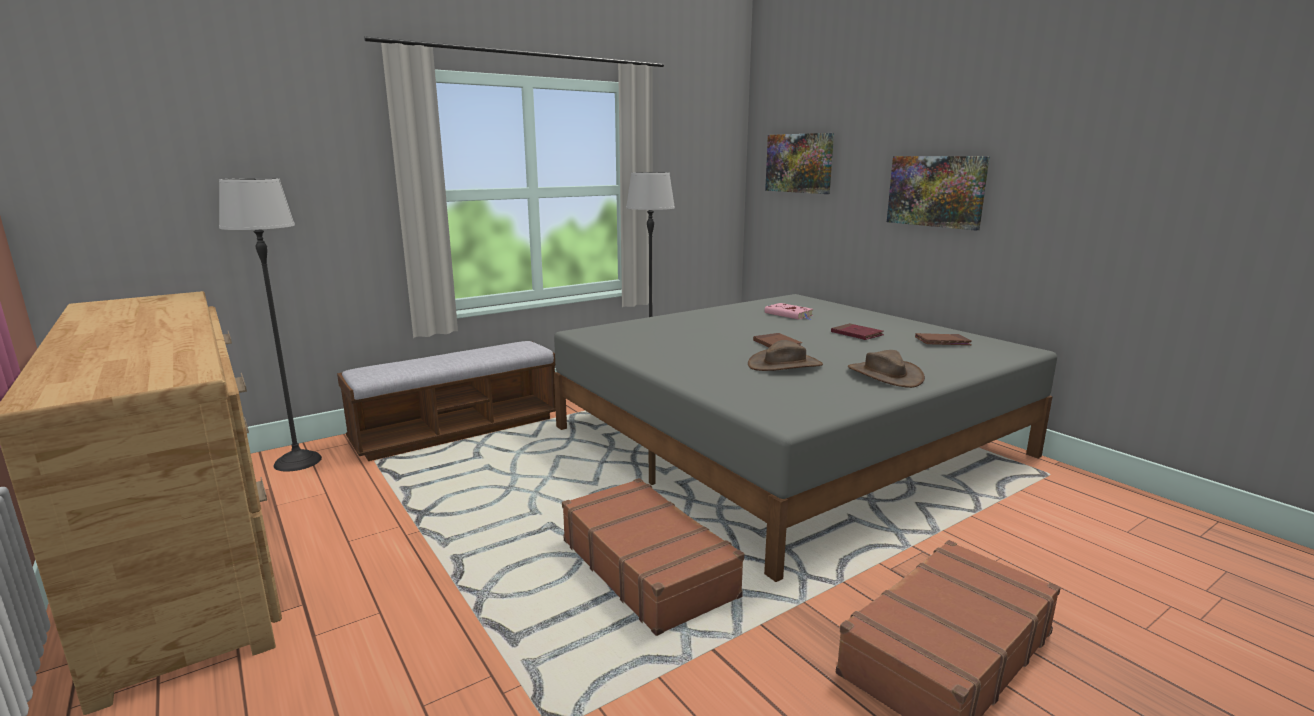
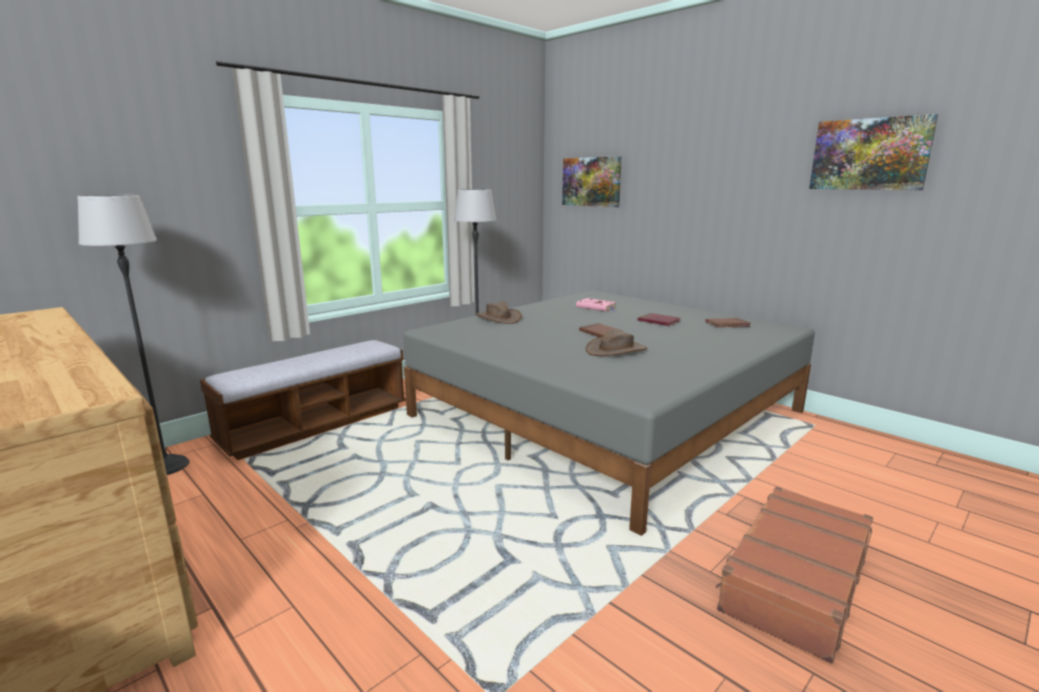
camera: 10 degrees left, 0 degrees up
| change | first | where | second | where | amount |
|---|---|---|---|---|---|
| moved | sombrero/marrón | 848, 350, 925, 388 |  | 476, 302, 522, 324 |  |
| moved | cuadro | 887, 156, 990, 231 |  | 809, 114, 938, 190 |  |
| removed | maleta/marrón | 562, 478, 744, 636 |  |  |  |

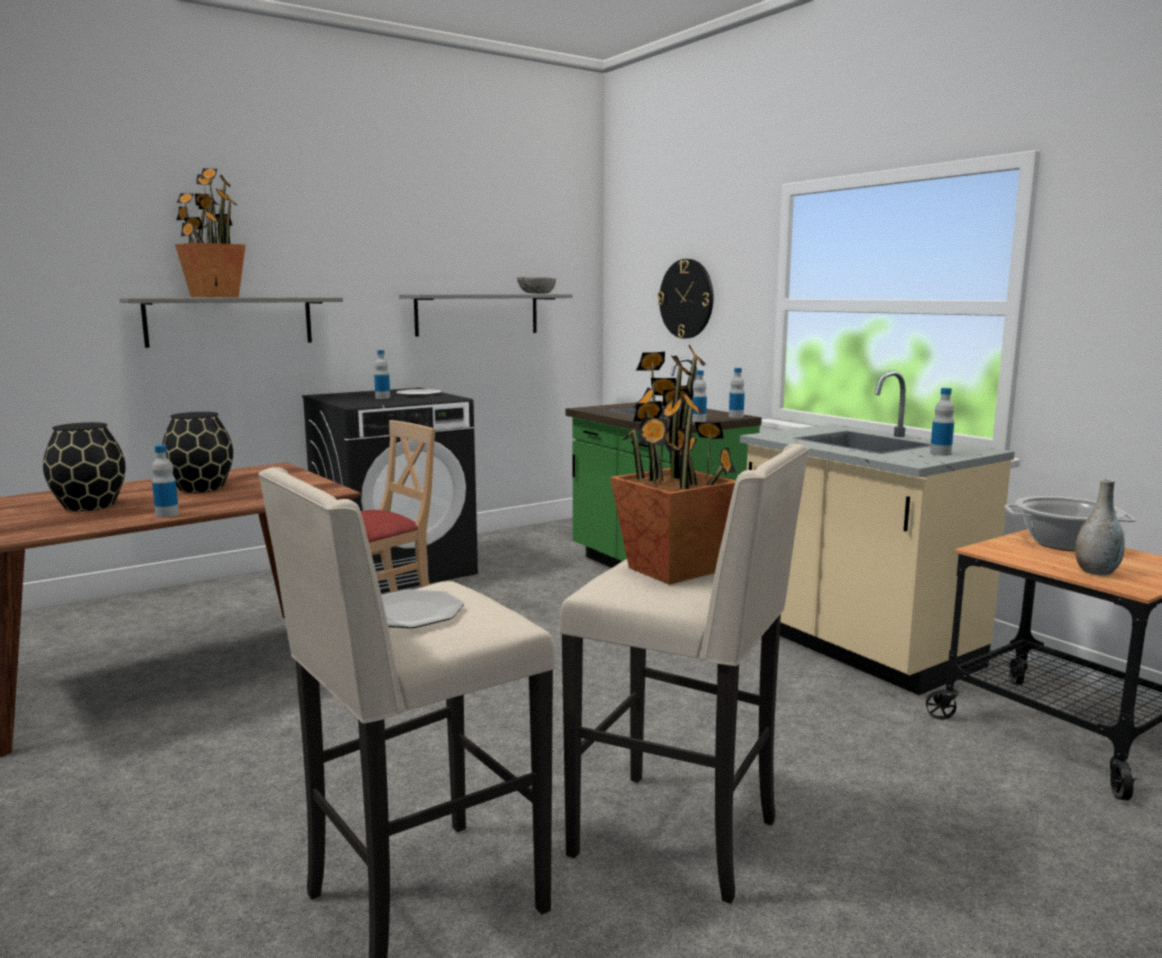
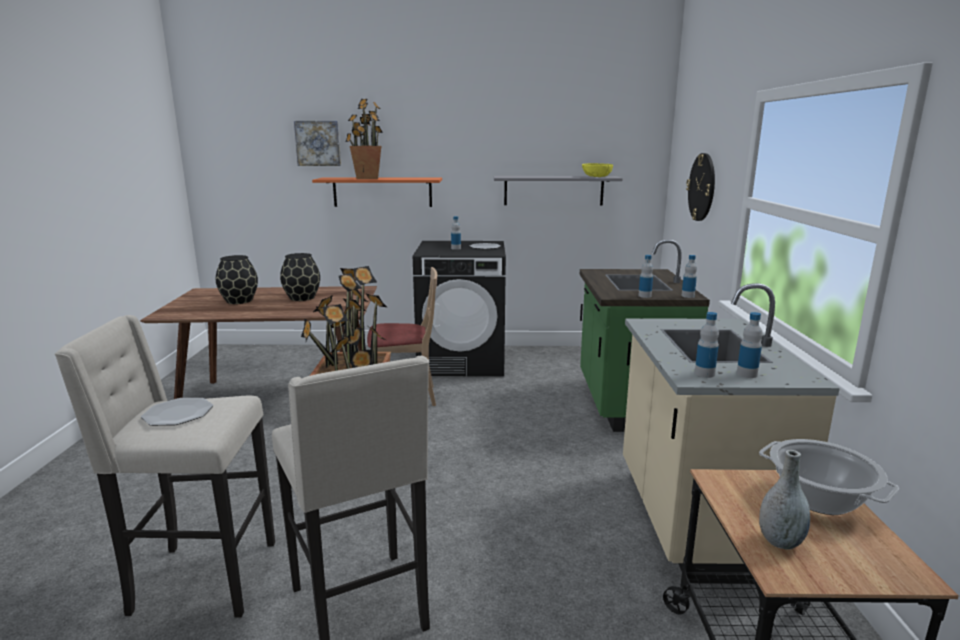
camera: 35 degrees right, 5 degrees up
| change | first | where | second | where | amount |
|---|---|---|---|---|---|
| added |  |  | cuadro | 294, 121, 341, 166 |  |
| recoloured | estante/gris | 119, 297, 343, 348 | estante/naranja | 312, 177, 442, 207 |  |
| recoloured | cuenco/gris | 517, 277, 556, 294 | cuenco/amarillo | 582, 163, 613, 177 |  |
| moved | botella | 152, 445, 179, 518 |  | 695, 312, 719, 378 |  |

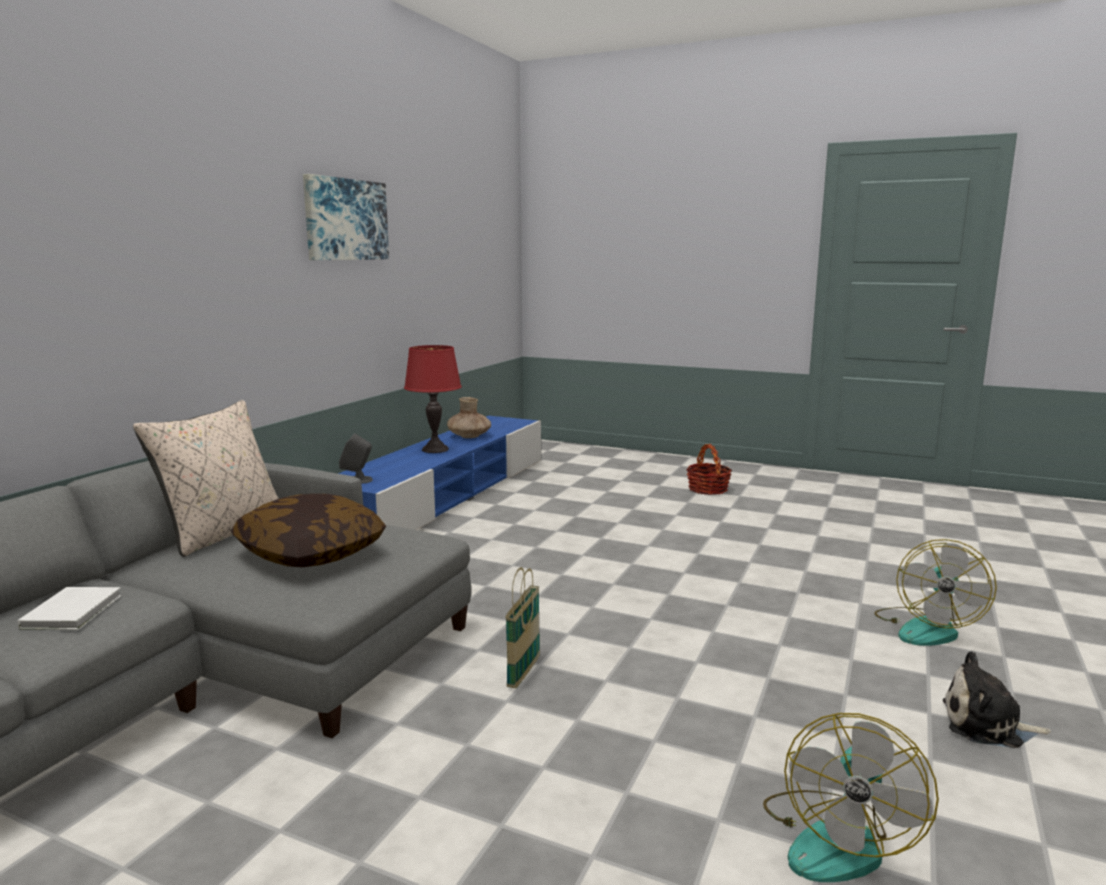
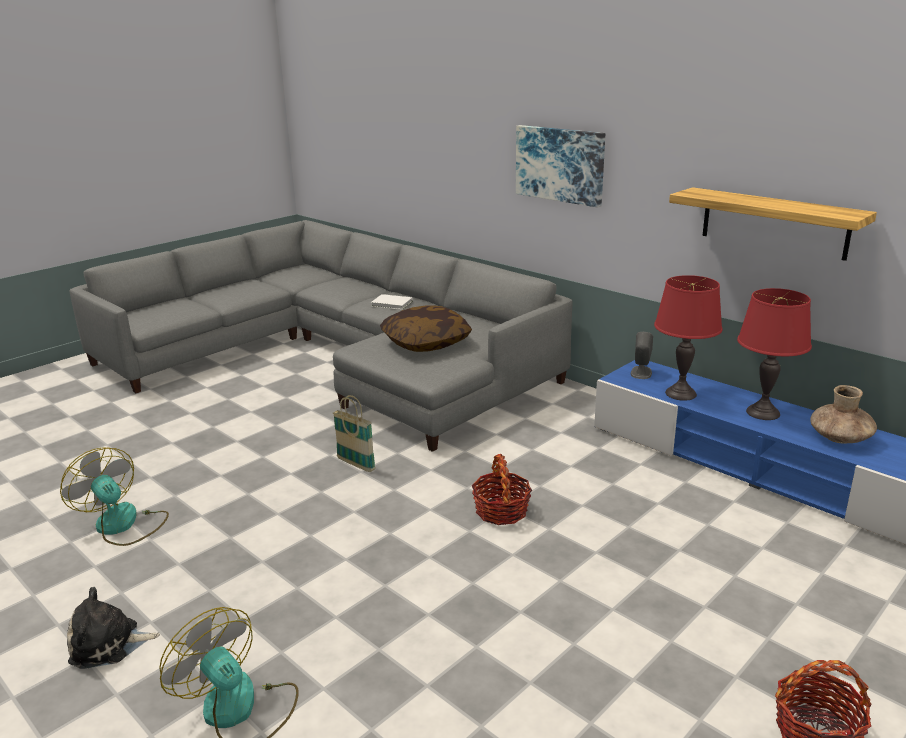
camera: 110 degrees right, 10 degrees up
| change | first | where | second | where | amount |
|---|---|---|---|---|---|
| turned | peluche | 943, 652, 1051, 748 |  | 67, 587, 160, 669 | 135 degrees counterclockwise |
| added |  |  | cesta | 472, 454, 532, 525 |  |
| moved | cuadro | 303, 174, 389, 260 |  | 516, 125, 605, 208 |  |
| added |  |  | lámpara de mesa/rojo | 654, 275, 723, 401 |  |
| added |  |  | estante | 669, 187, 877, 261 |  |
| removed | cojín/beis | 133, 400, 279, 557 |  |  |  |

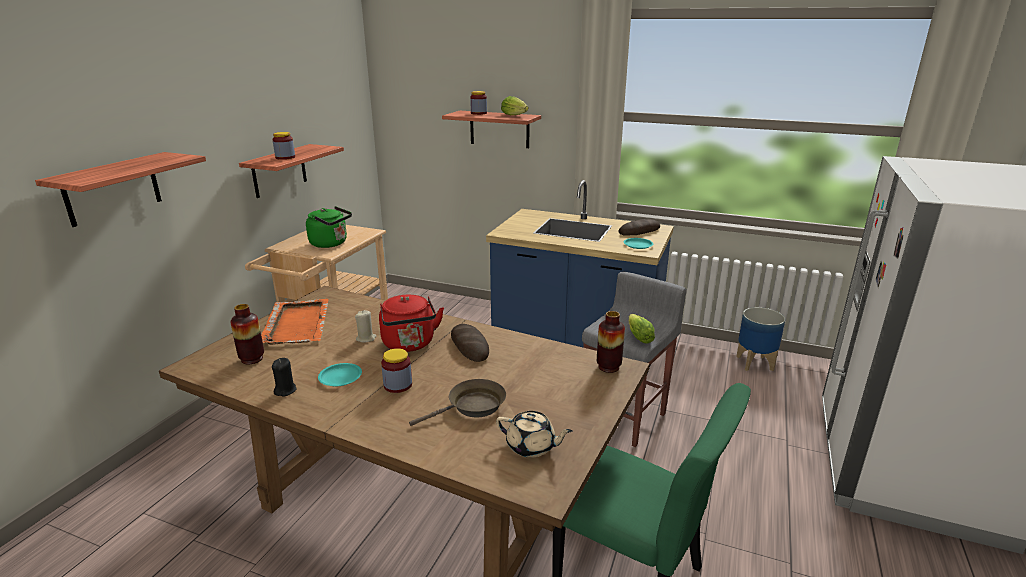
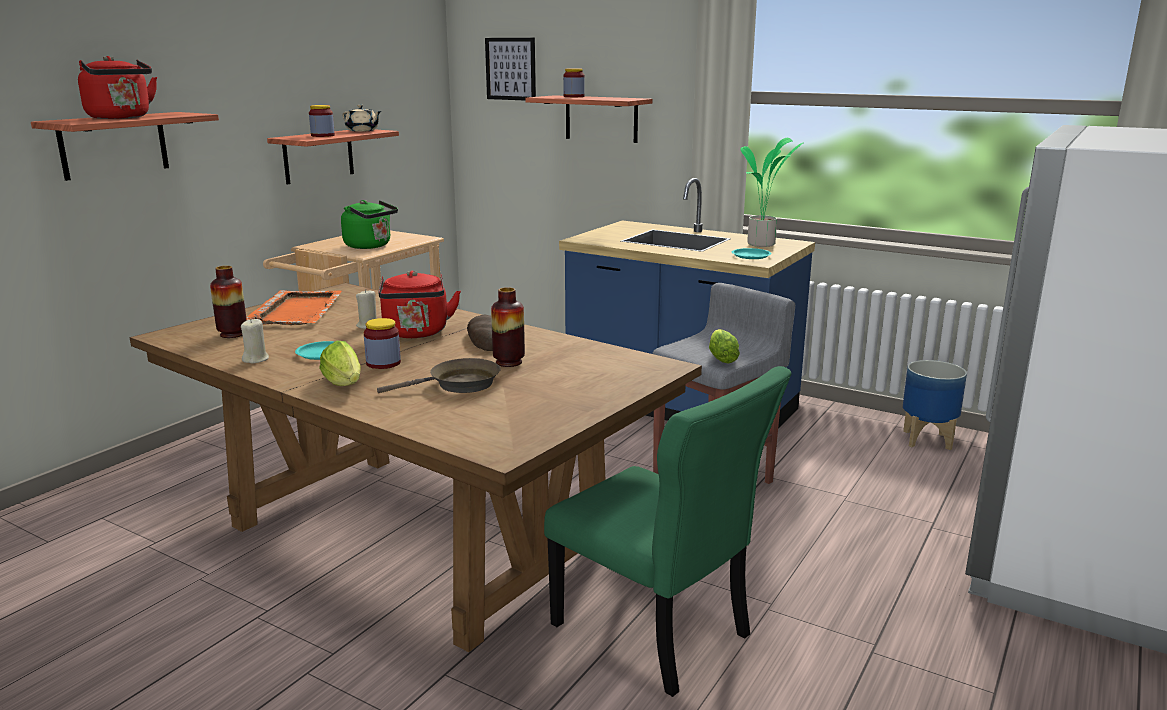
camera: 10 degrees right, 5 degrees down
| change | first | where | second | where | amount |
|---|---|---|---|---|---|
| added |  |  | hervidor/rojo | 78, 56, 157, 119 |  |
| recoloured | vela/negro | 272, 358, 296, 397 | vela/beis | 241, 319, 269, 363 |  |
| moved | lechuga | 501, 96, 529, 115 |  | 319, 341, 361, 386 |  |
| moved | tetera/beis | 496, 411, 572, 458 |  | 343, 105, 382, 132 |  |
| added |  |  | cuadro | 485, 38, 536, 101 |  |
| moved | florero | 597, 311, 625, 373 |  | 491, 287, 525, 367 |  |
| replaced | pan | 619, 219, 660, 235 | planta en maceta | 740, 138, 803, 247 |  |

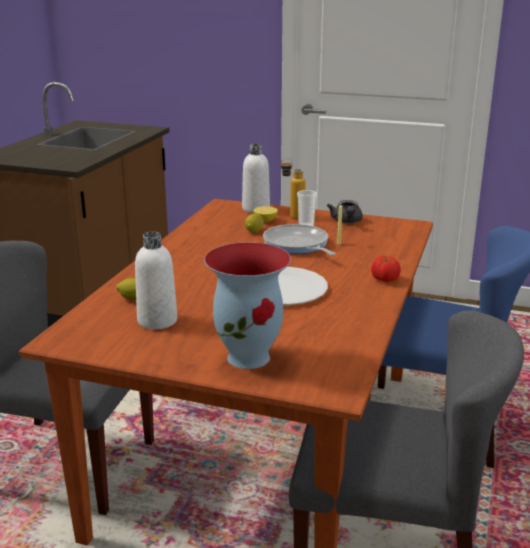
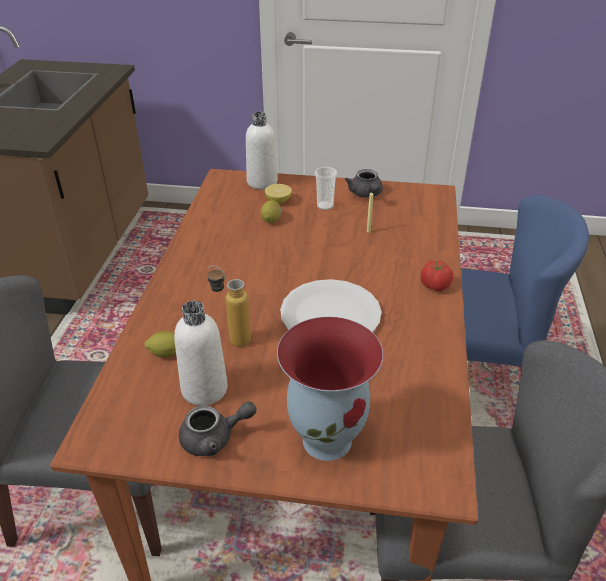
camera: 10 degrees left, 15 degrees up
| change | first | where | second | where | amount |
|---|---|---|---|---|---|
| added |  |  | tetera/gris | 179, 401, 257, 456 |  |
| moved | botella | 281, 158, 306, 219 |  | 207, 265, 251, 347 |  |
| removed | sartén | 263, 224, 336, 256 |  |  |  |

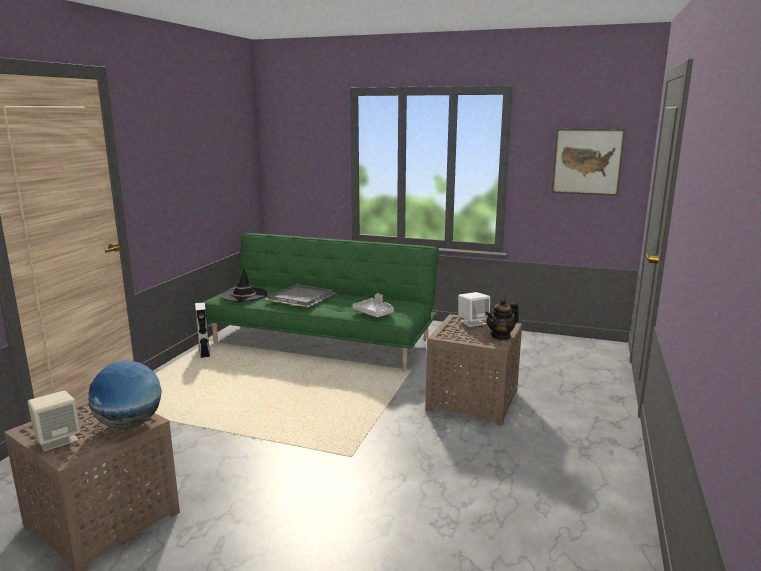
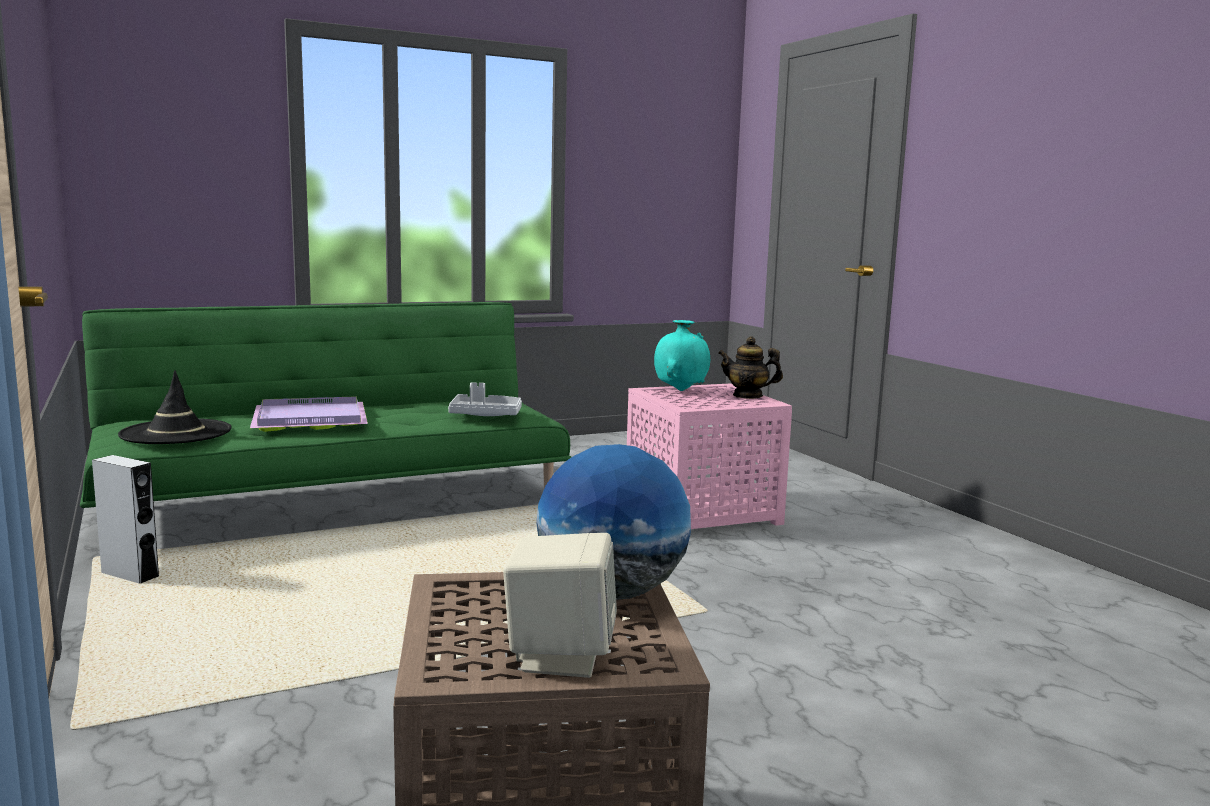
camera: 45 degrees left, 5 degrees down
| change | first | where | second | where | amount |
|---|---|---|---|---|---|
| recoloured | bandeja/gris | 264, 284, 336, 307 | bandeja/morado | 250, 396, 368, 432 |  |
| recoloured | mesa auxiliar/marrón | 425, 314, 522, 426 | mesa auxiliar/rosa | 627, 383, 792, 529 |  |
| replaced | altavoz/blanco | 458, 292, 490, 327 | florero/turquesa | 654, 320, 710, 391 |  |
| turned | tetera | 485, 298, 519, 340 |  | 718, 337, 783, 399 | 90 degrees clockwise |
| removed | cuadro | 551, 129, 625, 196 |  |  |  |

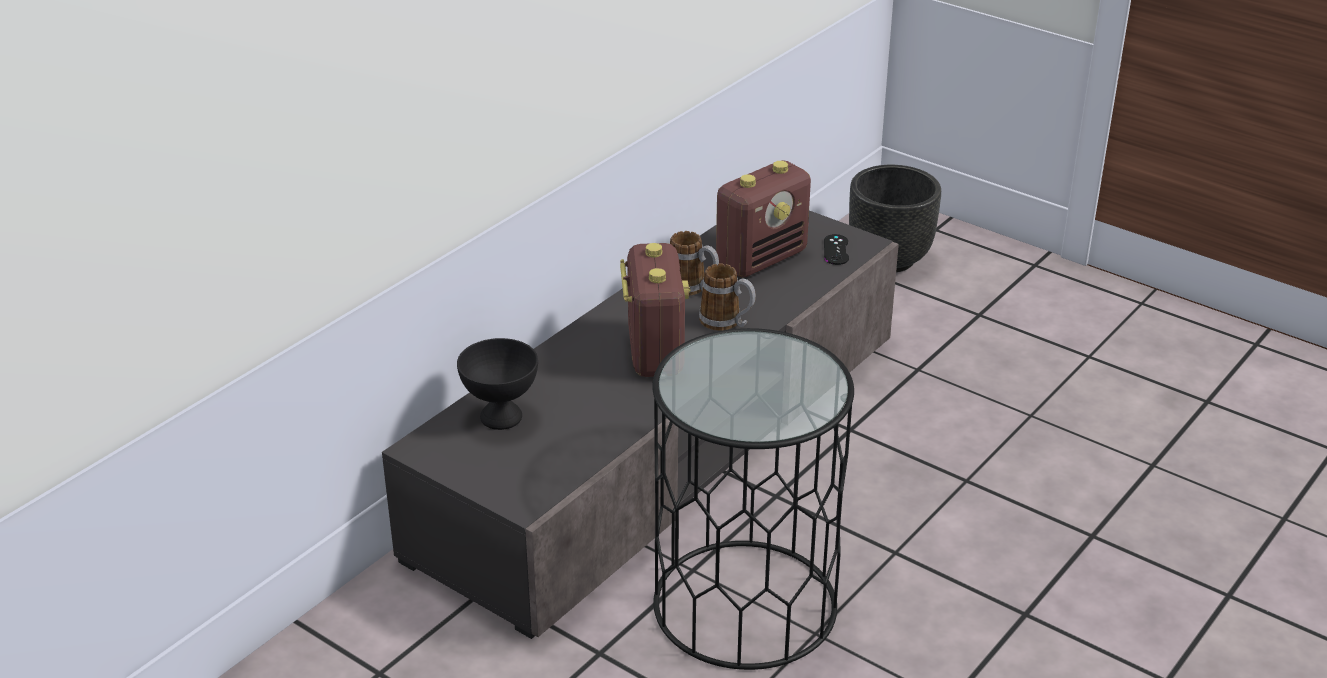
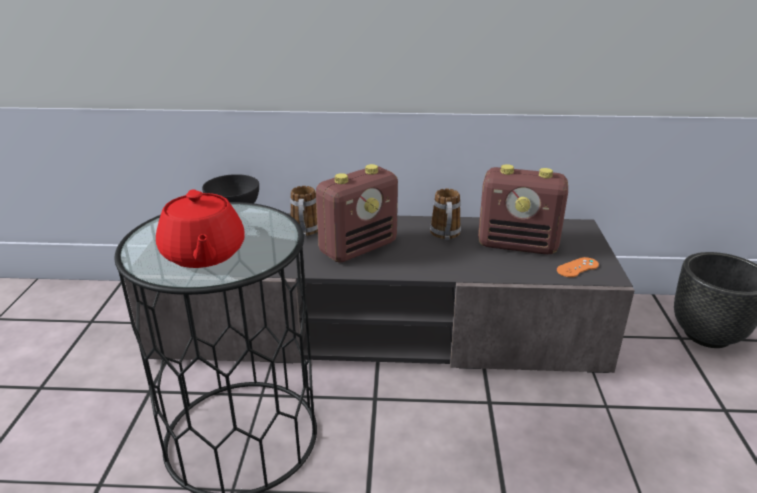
camera: 55 degrees right, 5 degrees down
| change | first | where | second | where | amount |
|---|---|---|---|---|---|
| added |  |  | tetera/rojo | 156, 190, 245, 268 |  |
| moved | taza grande | 699, 264, 756, 331 |  | 290, 186, 318, 236 |  |
| recoloured | mando de consola/negro | 824, 234, 849, 265 | mando de consola/naranja | 557, 257, 599, 277 |  |

